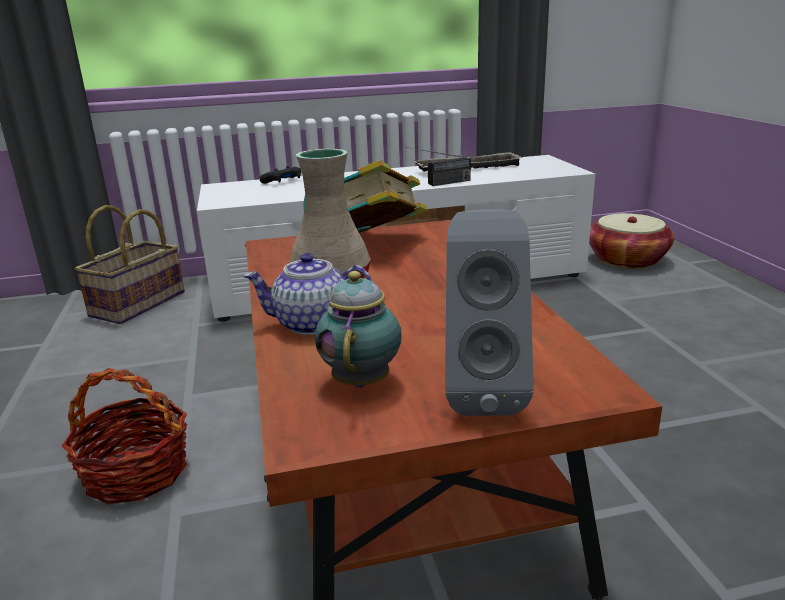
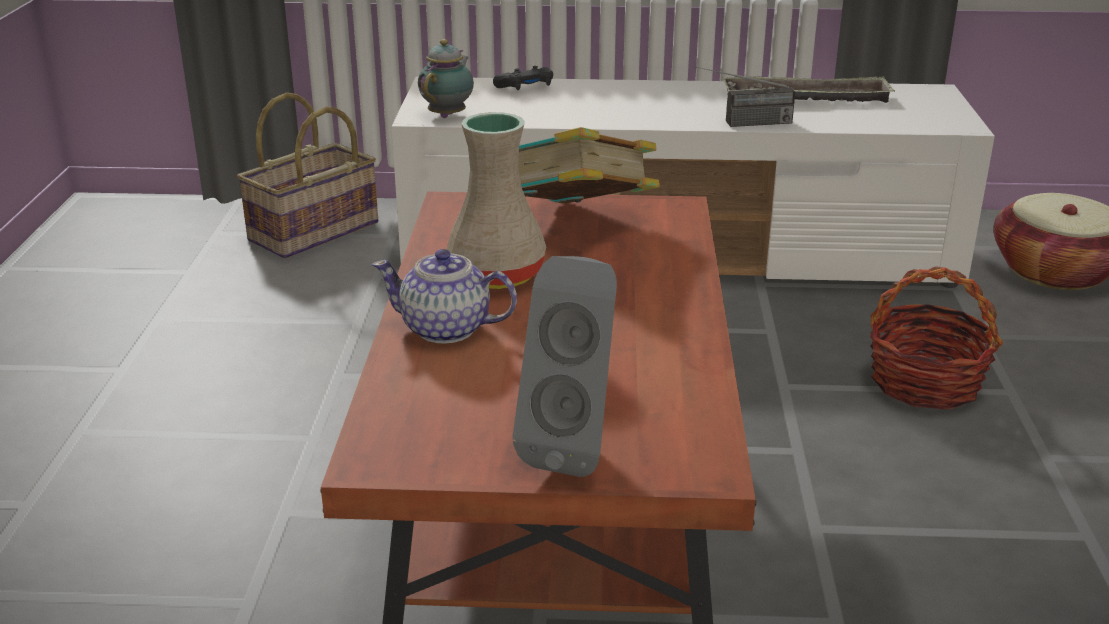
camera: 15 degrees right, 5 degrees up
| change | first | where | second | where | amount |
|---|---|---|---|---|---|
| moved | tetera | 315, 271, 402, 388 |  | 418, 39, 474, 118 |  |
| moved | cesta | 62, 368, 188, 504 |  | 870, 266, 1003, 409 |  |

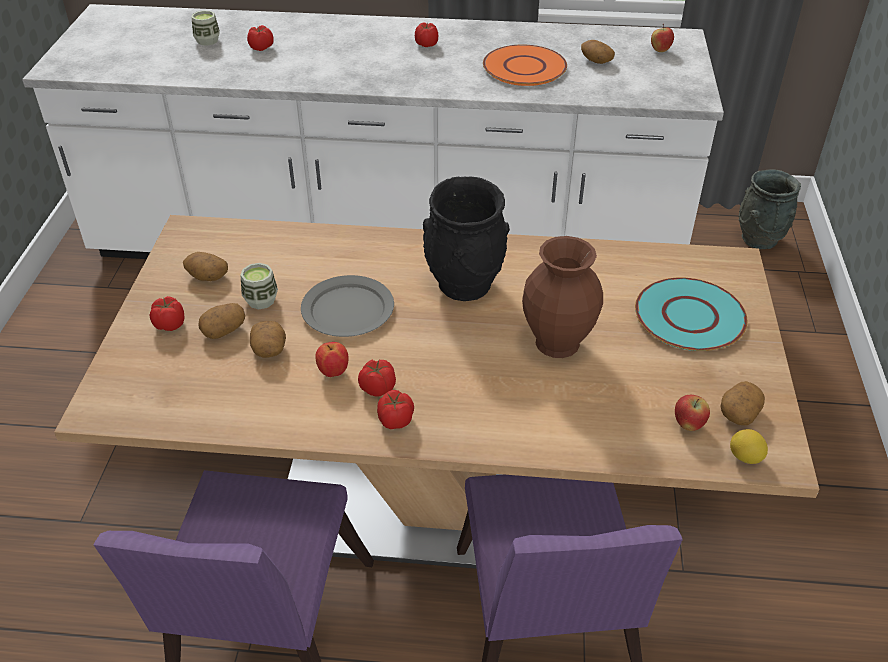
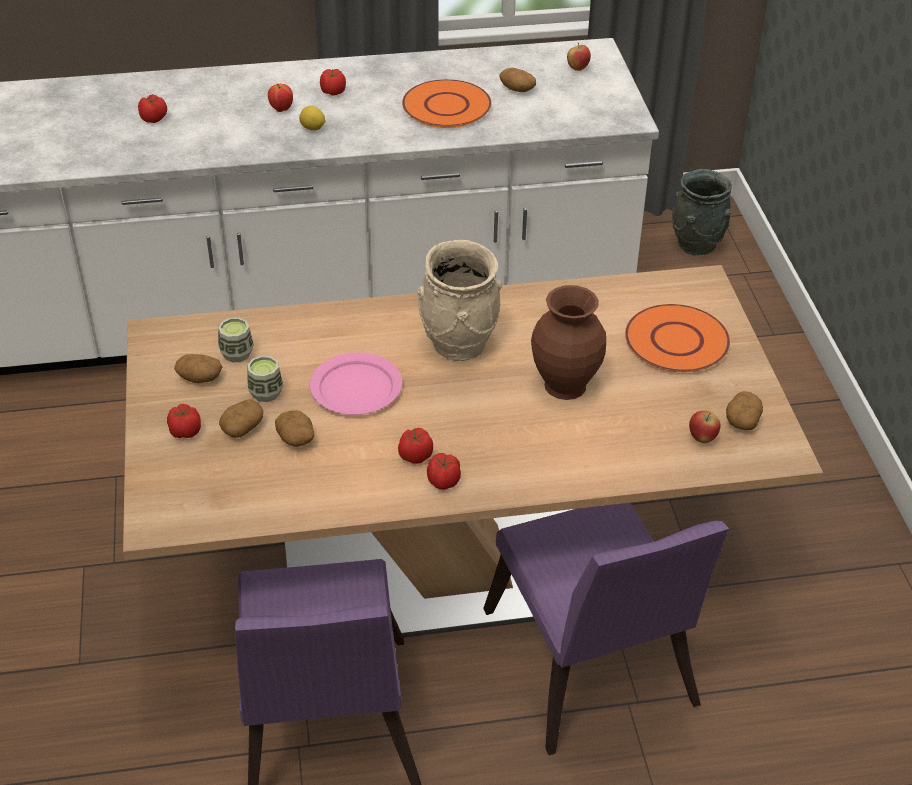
camera: 15 degrees left, 0 degrees up
| change | first | where | second | where | amount |
|---|---|---|---|---|---|
| moved | taza | 192, 10, 220, 46 |  | 218, 318, 254, 362 |  |
| moved | manzana | 315, 342, 348, 377 |  | 268, 84, 293, 112 |  |
| moved | limón | 730, 429, 768, 464 |  | 299, 106, 326, 131 |  |
| recoloured | plato/gris | 301, 275, 394, 337 | plato/rosa | 310, 352, 402, 415 |  |
| recoloured | florero/negro | 423, 176, 510, 301 | florero/beis | 418, 240, 502, 361 |  |
| recoloured | plato/turquesa | 635, 277, 747, 351 | plato/naranja | 625, 304, 730, 372 |  |

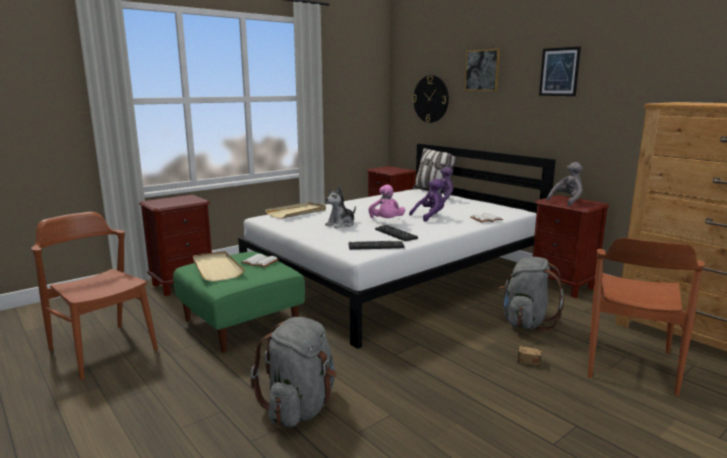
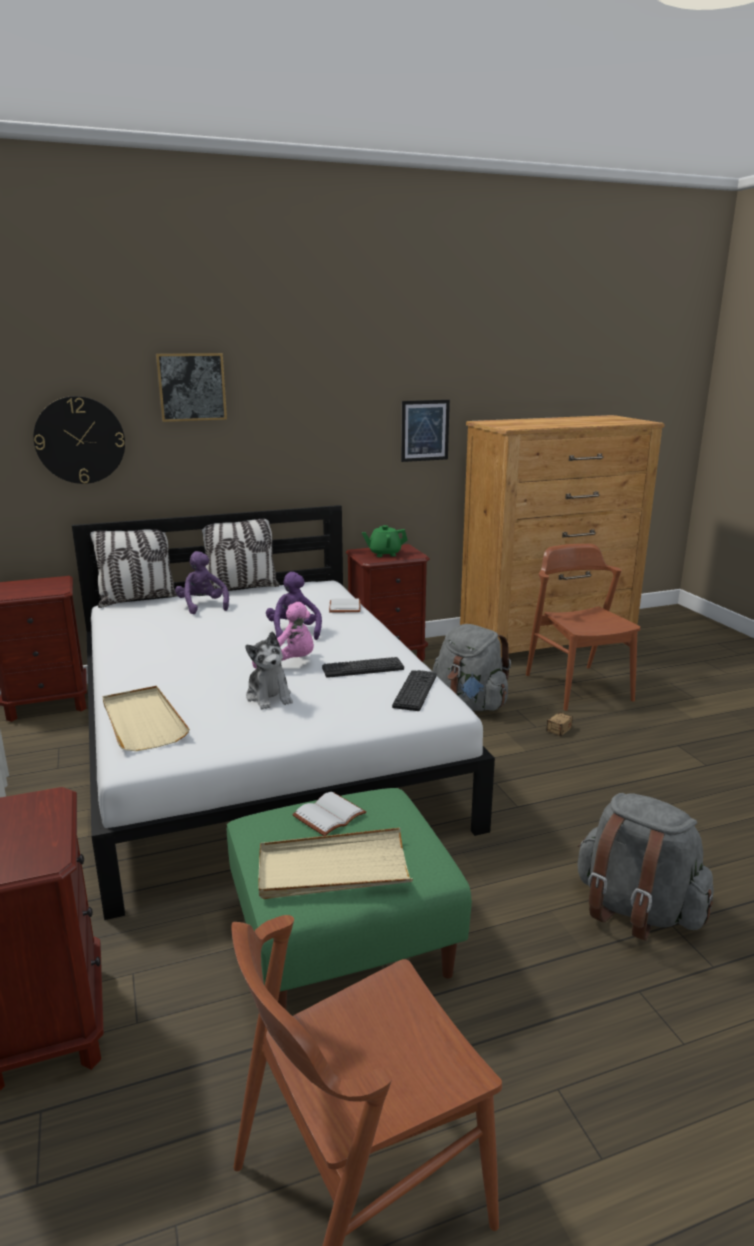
camera: 70 degrees left, 5 degrees up
| change | first | where | second | where | amount |
|---|---|---|---|---|---|
| added |  |  | cojín | 201, 519, 280, 590 |  |
| replaced | peluche/gris | 547, 162, 583, 206 | tetera/verde | 362, 525, 407, 557 |  |
| moved | cuadro | 539, 47, 581, 96 |  | 401, 400, 450, 462 |  |
| turned | silla/marrón | 588, 238, 705, 396 |  | 526, 544, 640, 711 | 150 degrees counterclockwise |

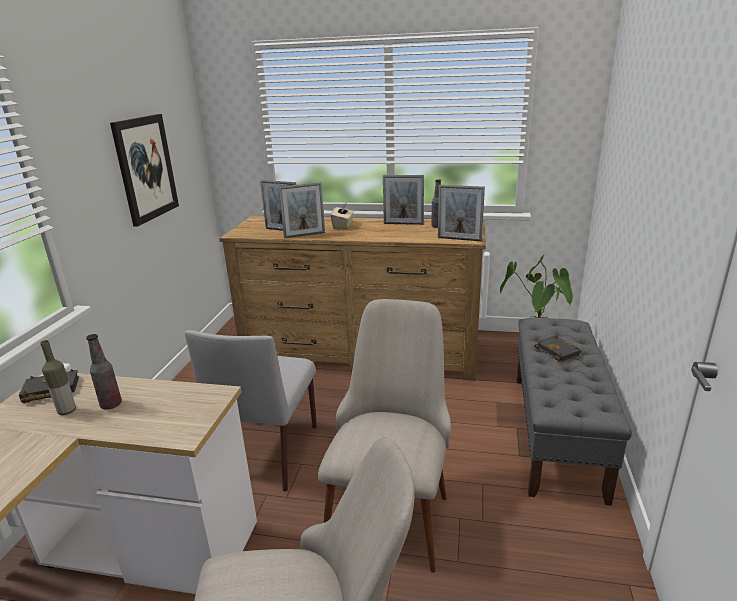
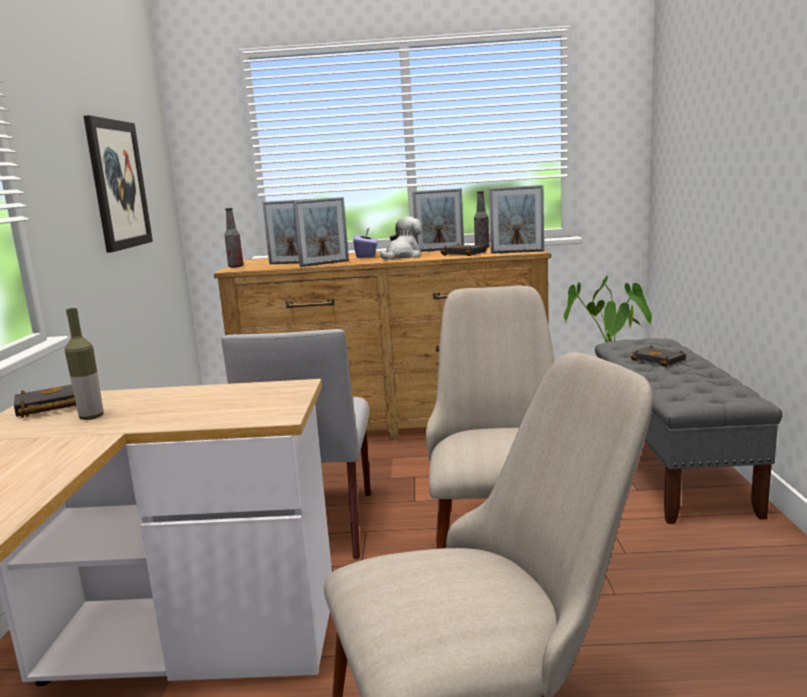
camera: 10 degrees left, 10 degrees down
| change | first | where | second | where | amount |
|---|---|---|---|---|---|
| moved | botella | 86, 334, 122, 409 |  | 225, 208, 243, 268 |  |
| recoloured | caja de pañuelos/beis | 330, 204, 354, 229 | caja de pañuelos/morado | 353, 227, 378, 258 |  |
| added |  |  | peluche | 380, 217, 422, 260 |  |
| added |  |  | libro/negro | 441, 243, 487, 256 |  |

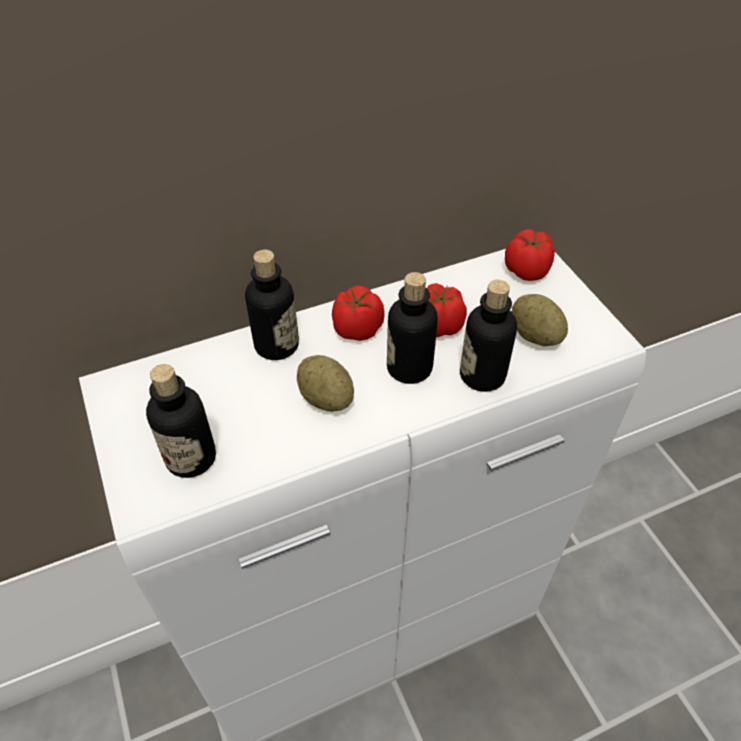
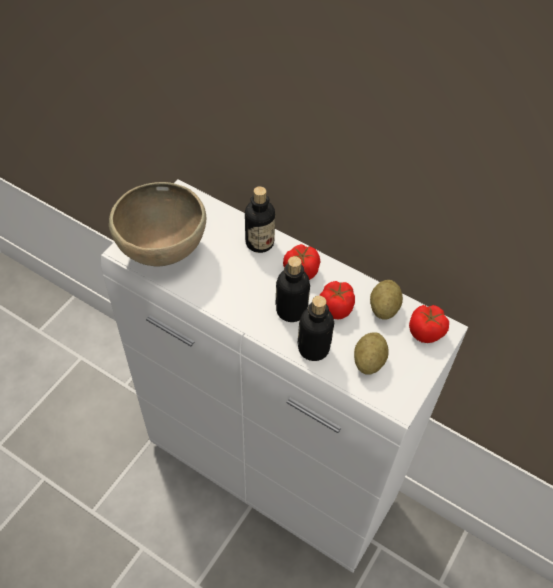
camera: 55 degrees right, 5 degrees up
| change | first | where | second | where | amount |
|---|---|---|---|---|---|
| replaced | botella | 146, 364, 216, 478 | cuenco/marrón | 109, 182, 206, 266 |  |
| moved | patata | 297, 355, 354, 412 |  | 370, 280, 403, 320 |  |

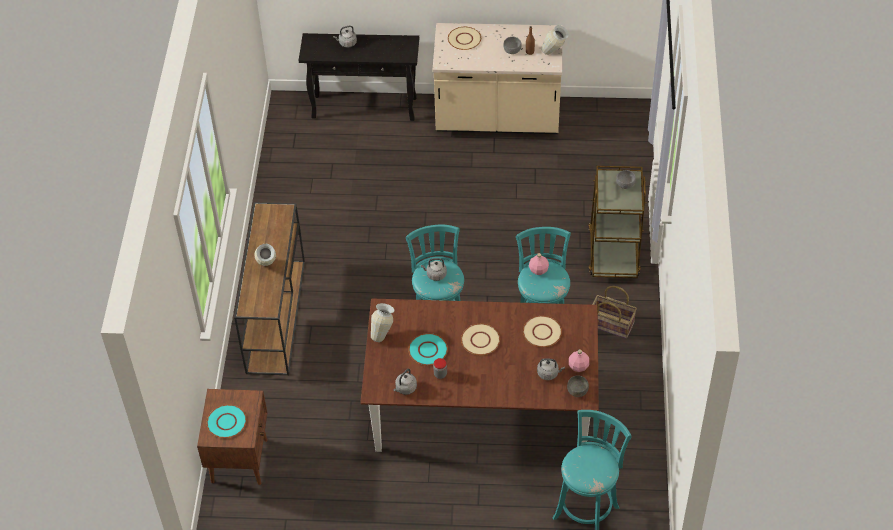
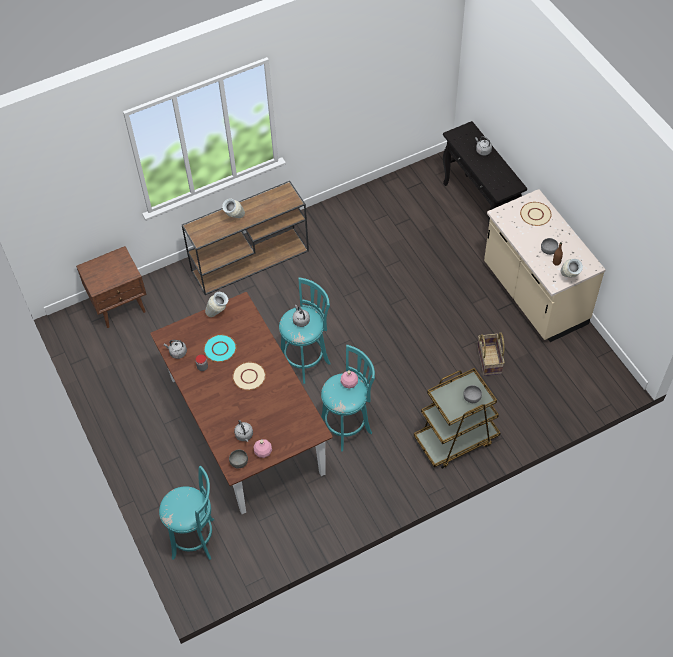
camera: 60 degrees right, 5 degrees up
| change | first | where | second | where | amount |
|---|---|---|---|---|---|
| moved | cesta | 592, 286, 637, 339 |  | 477, 332, 505, 376 |  |
| removed | plato/turquesa | 207, 405, 246, 438 |  |  |  |
| removed | plato/beis | 523, 316, 562, 347 |  |  |  |

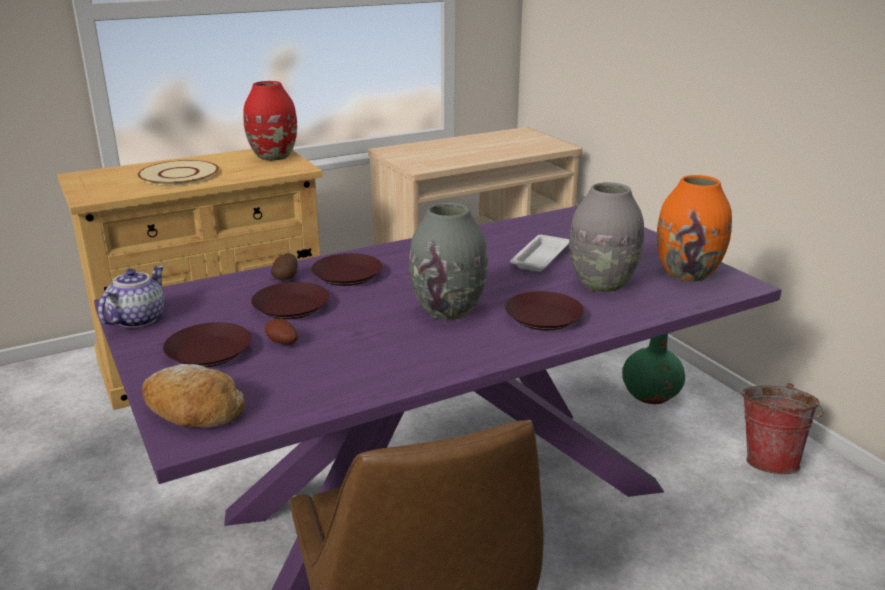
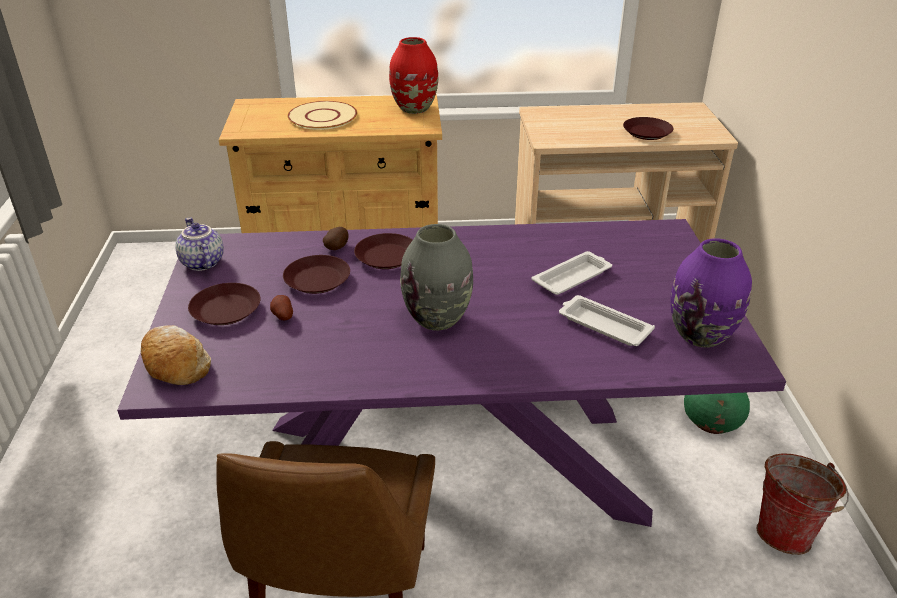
camera: 25 degrees right, 10 degrees up
| change | first | where | second | where | amount |
|---|---|---|---|---|---|
| turned | tetera | 98, 266, 164, 328 |  | 175, 217, 224, 271 | 75 degrees counterclockwise |
| replaced | florero/gris | 569, 182, 644, 292 | bandeja/blanco | 559, 295, 655, 346 |  |
| moved | plato/marrón | 505, 291, 584, 330 |  | 623, 117, 673, 140 |  |
| recoloured | florero/naranja | 657, 175, 732, 282 | florero/morado | 670, 238, 752, 347 |  |

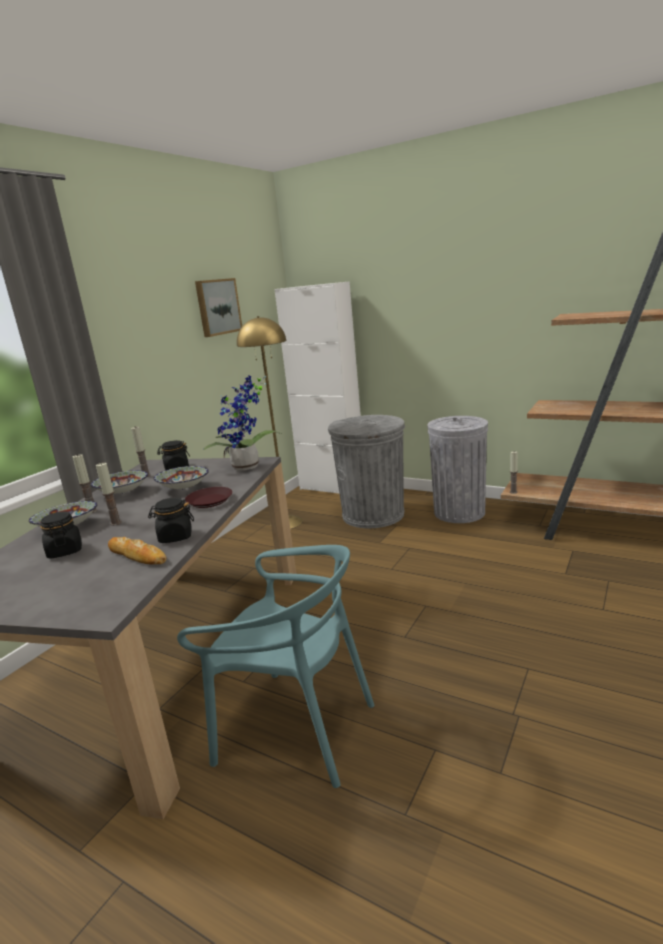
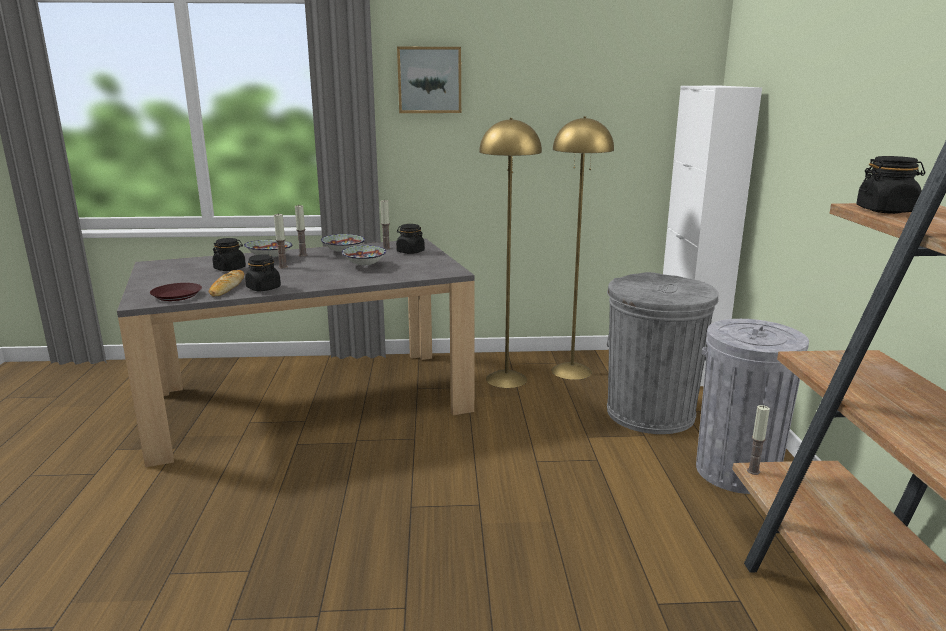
camera: 55 degrees right, 0 degrees up
| change | first | where | second | where | amount |
|---|---|---|---|---|---|
| moved | plato/marrón | 185, 487, 232, 508 |  | 150, 283, 202, 301 |  |
| moved | cuadro | 195, 278, 242, 337 |  | 397, 47, 461, 113 |  |
| added |  |  | lámpara de pie/amarillo | 479, 118, 542, 388 |  |
| added |  |  | tarro/negro | 856, 156, 925, 214 |  |
| removed | silla/turquesa | 177, 545, 374, 788 |  |  |  |
| removed | planta en maceta | 203, 375, 282, 471 |  |  |  |

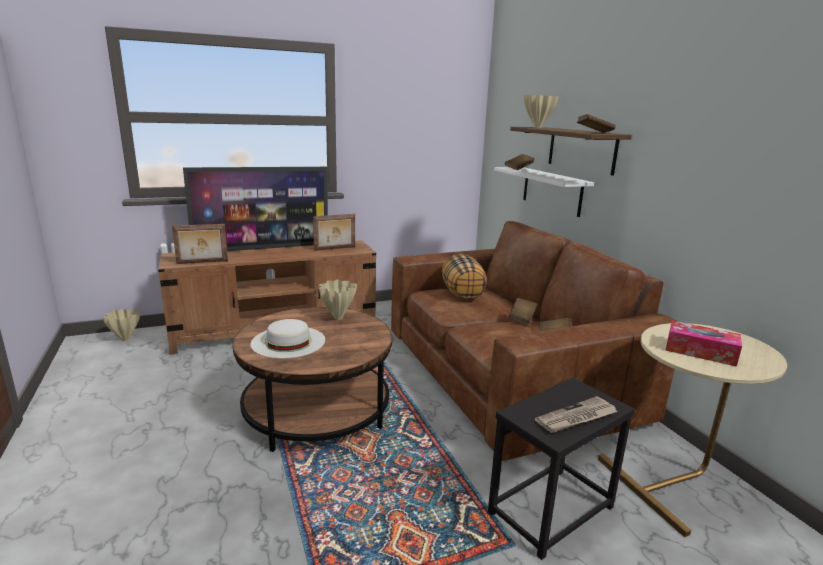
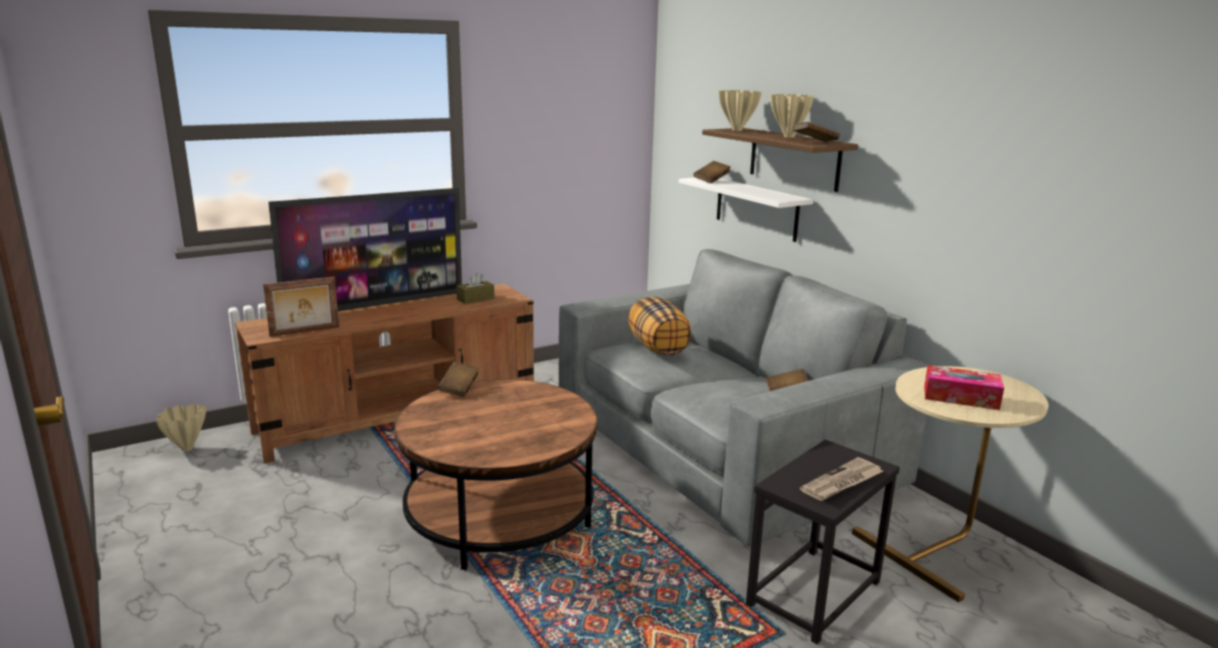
camera: 10 degrees left, 0 degrees up
| change | first | where | second | where | amount |
|---|---|---|---|---|---|
| moved | libro/marrón | 509, 298, 537, 325 |  | 438, 361, 479, 397 |  |
| replaced | portarretratos | 313, 214, 355, 251 | caja de pañuelos/marrón | 456, 272, 495, 304 |  |
| recoloured | sofá/marrón | 391, 221, 677, 461 | sofá/gris | 559, 249, 928, 547 |  |
| moved | florero/beis | 318, 279, 357, 320 |  | 770, 94, 814, 138 |  |
| removed | sombrero/blanco | 251, 319, 325, 358 |  |  |  |

